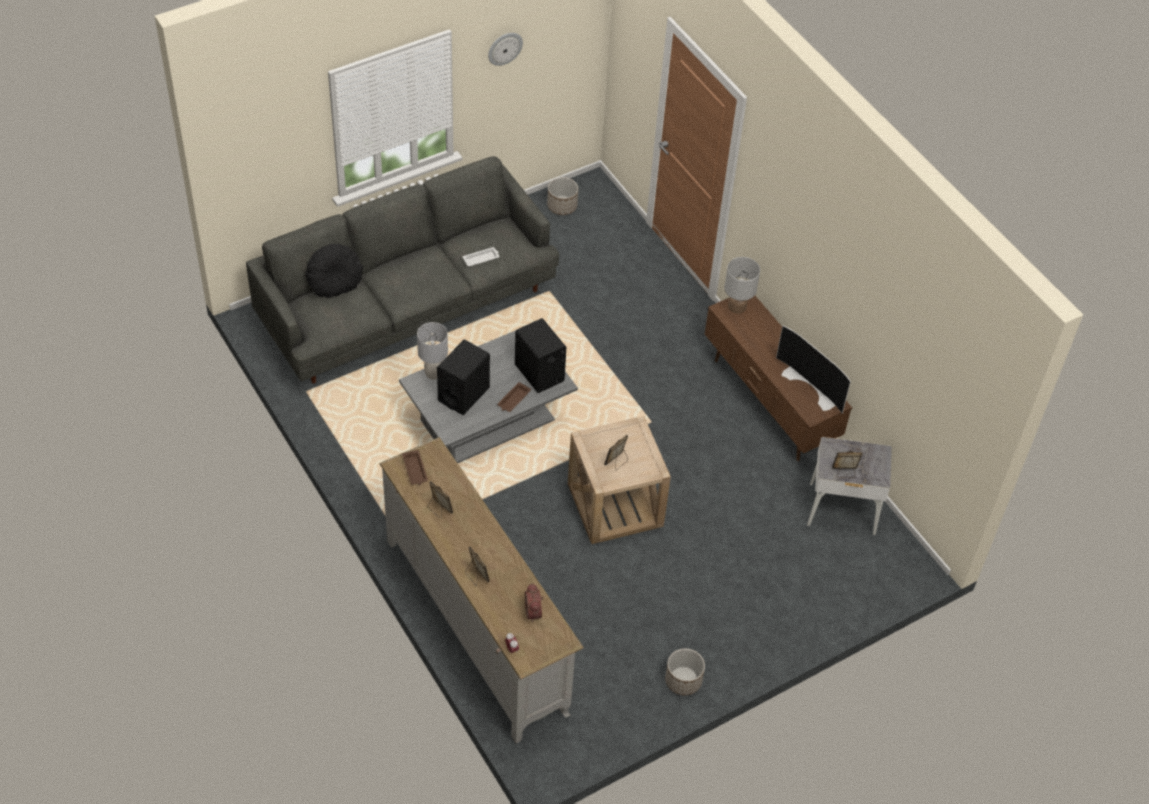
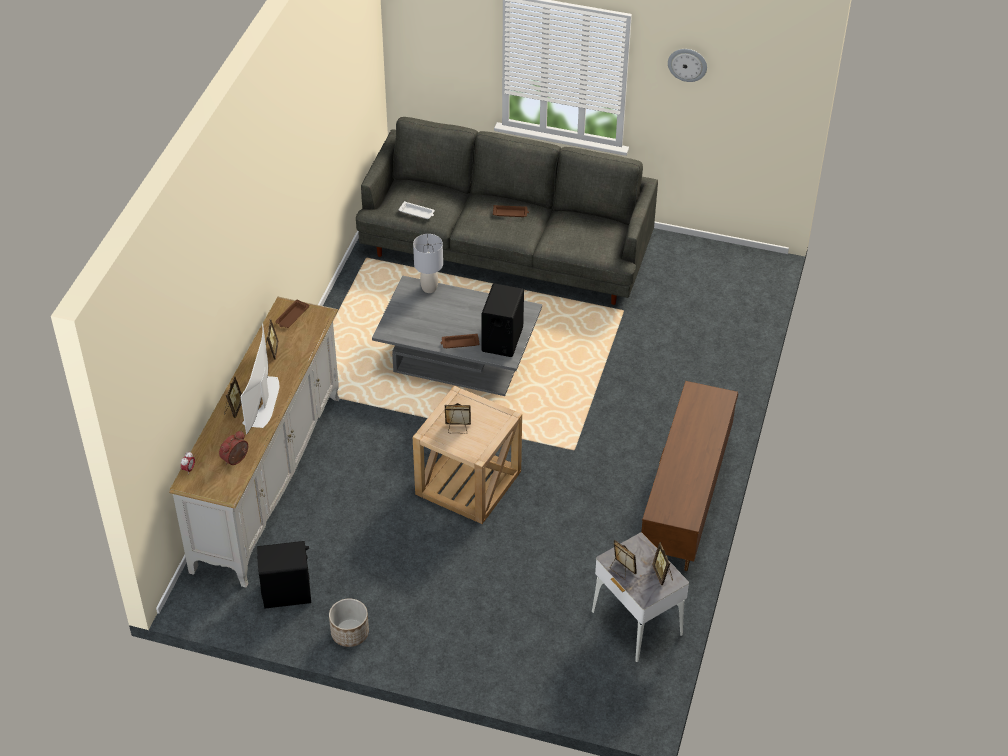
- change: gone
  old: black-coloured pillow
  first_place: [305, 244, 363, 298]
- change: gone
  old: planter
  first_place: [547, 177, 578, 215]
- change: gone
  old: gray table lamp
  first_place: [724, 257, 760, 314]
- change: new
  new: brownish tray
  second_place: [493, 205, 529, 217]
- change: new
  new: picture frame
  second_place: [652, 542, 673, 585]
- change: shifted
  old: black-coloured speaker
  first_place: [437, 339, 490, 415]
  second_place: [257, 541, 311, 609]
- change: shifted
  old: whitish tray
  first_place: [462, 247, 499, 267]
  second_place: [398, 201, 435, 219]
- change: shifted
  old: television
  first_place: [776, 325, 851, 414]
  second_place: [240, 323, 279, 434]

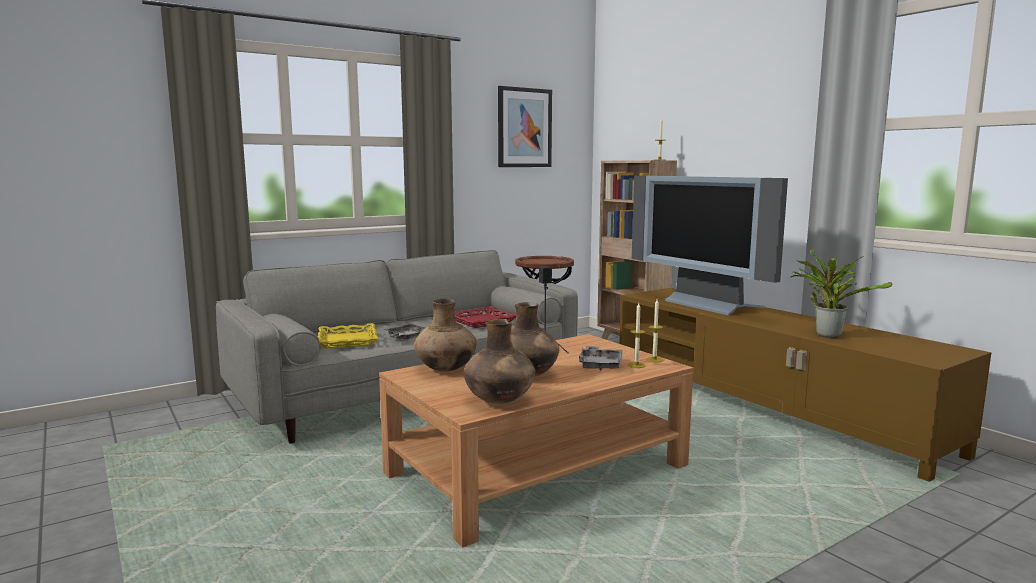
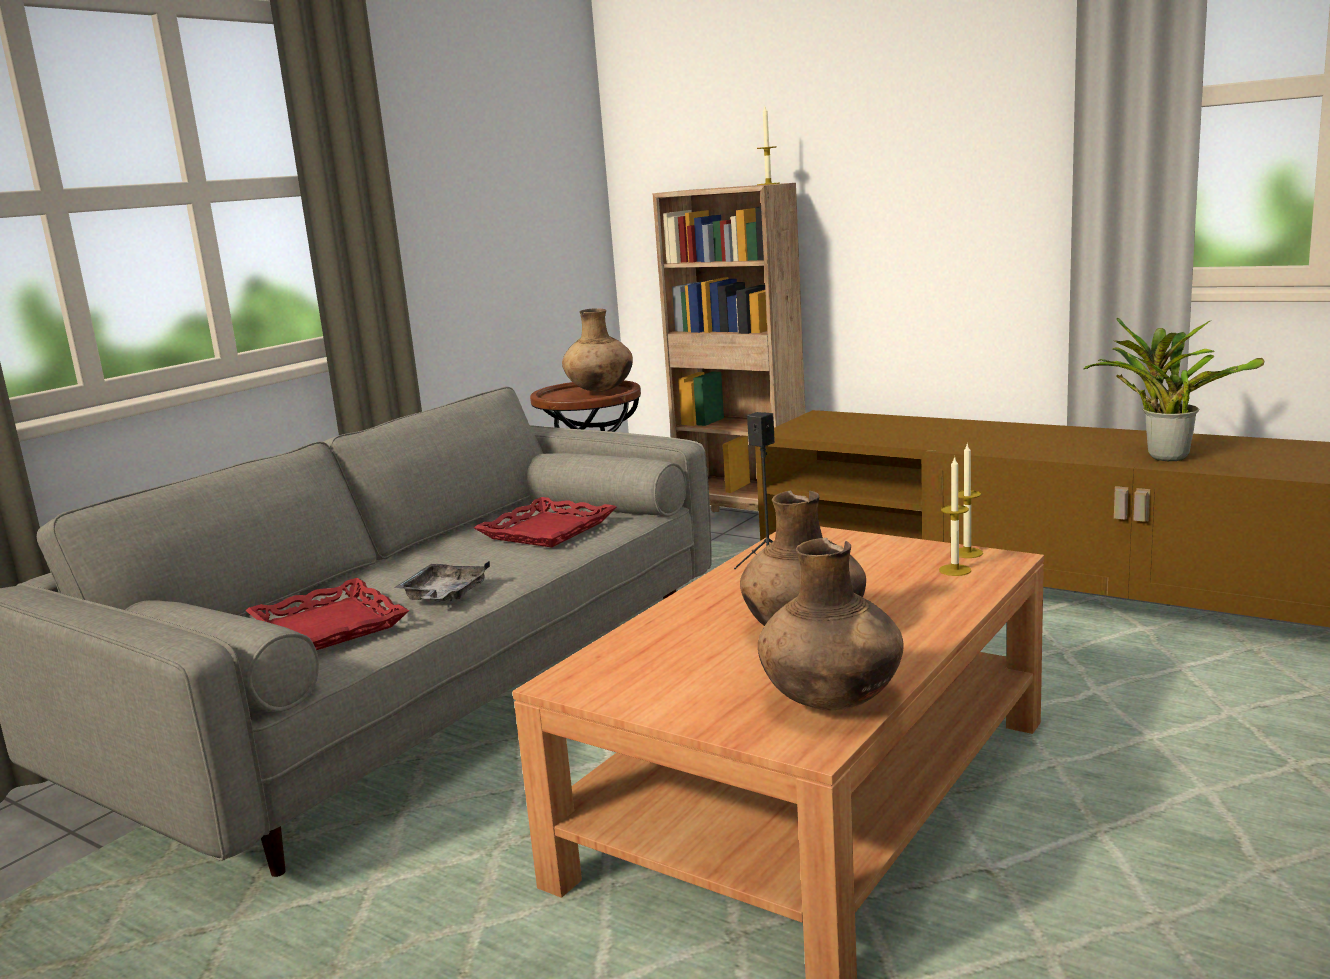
- change: gone
  old: picture
  first_place: [498, 86, 552, 167]
- change: gone
  old: gray tray
  first_place: [579, 346, 623, 371]
- change: gone
  old: television
  first_place: [632, 176, 788, 316]
- change: shifted
  old: brownish decorative vase
  first_place: [414, 299, 476, 371]
  second_place: [562, 308, 633, 392]
- change: repainted
  old: yellow-coloured tray
  new: red-coloured tray
  first_place: [318, 323, 378, 348]
  second_place: [245, 578, 409, 650]

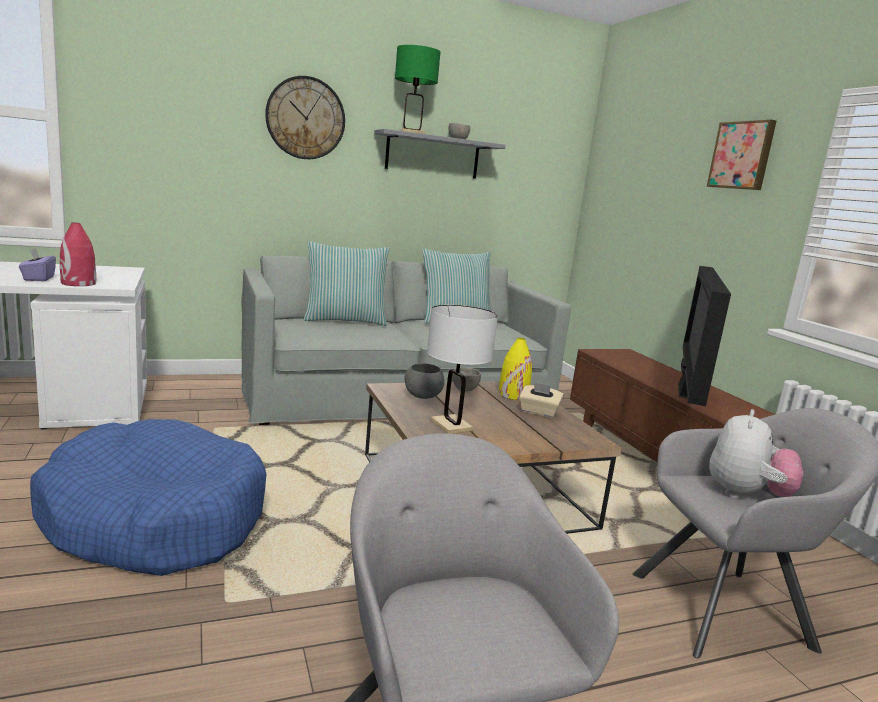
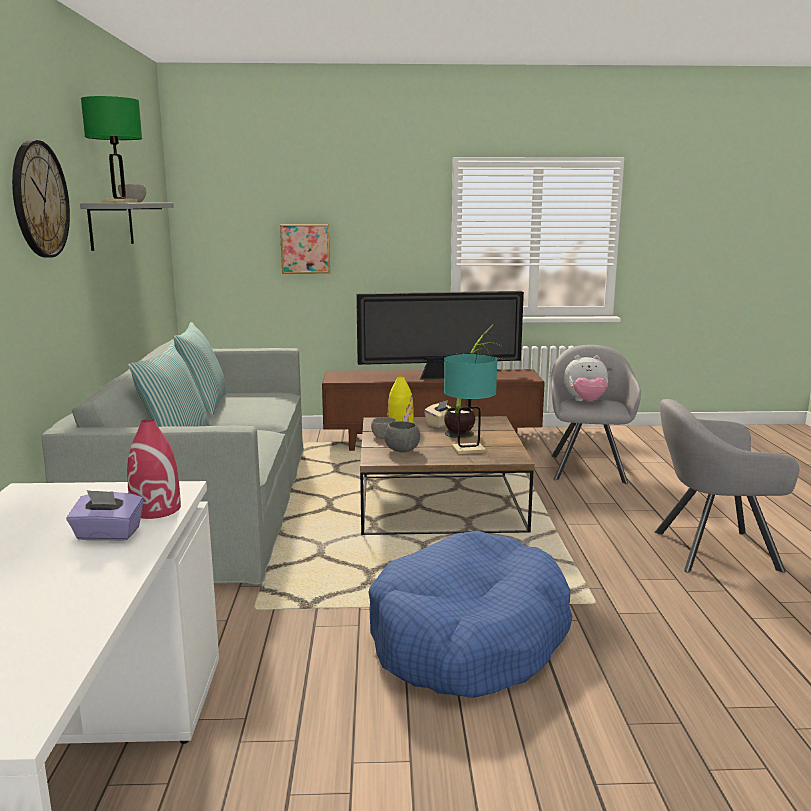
- change: new
  new: plant in a pot
  second_place: [444, 324, 504, 438]
- change: shifted
  old: picture
  first_place: [707, 119, 777, 190]
  second_place: [280, 224, 330, 274]
- change: repainted
  old: whitish table lamp
  new: blue-green table lamp
  first_place: [427, 305, 498, 434]
  second_place: [444, 353, 497, 454]
- change: rotated
  old: television
  first_place: [678, 266, 731, 406]
  second_place: [356, 291, 524, 379]
  degrees: -45
- change: rotated
  old: soft toy
  first_place: [709, 409, 803, 498]
  second_place: [564, 356, 608, 401]
  degrees: 135

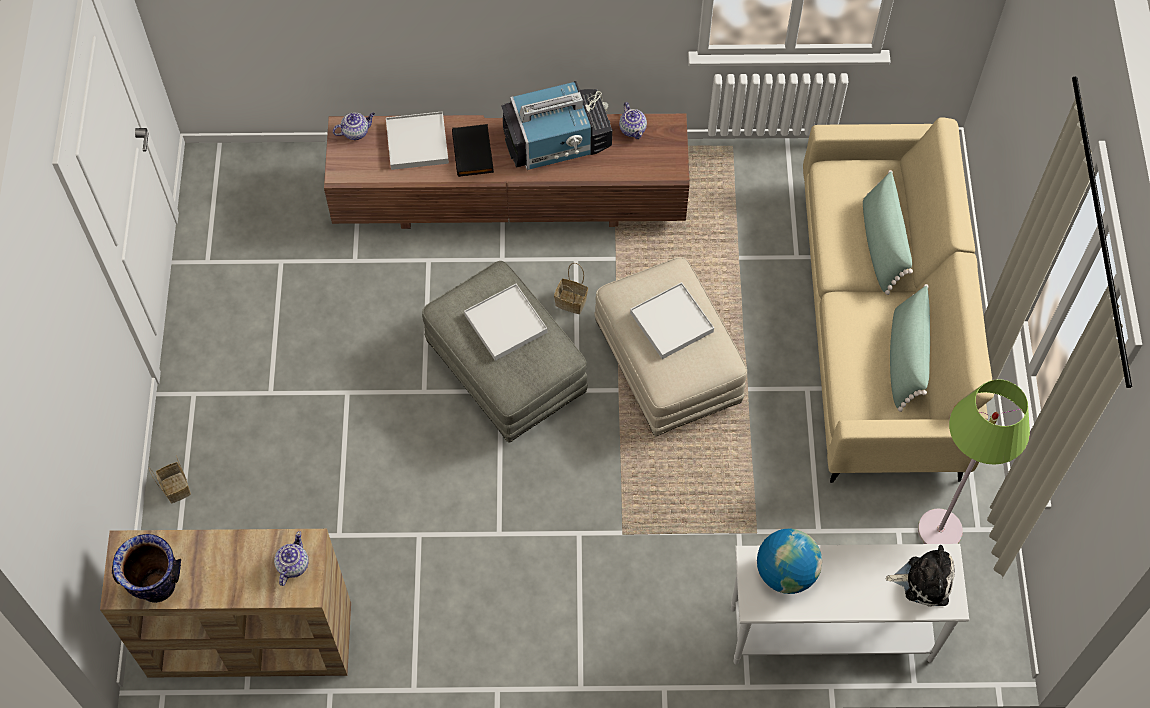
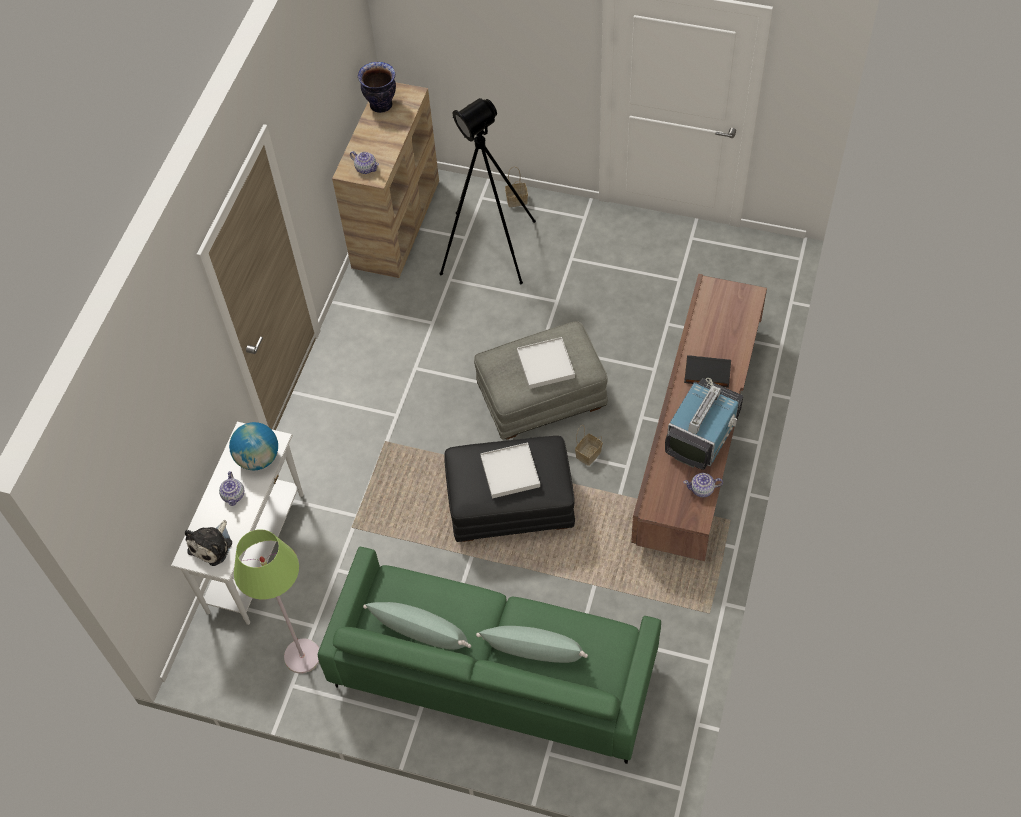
- change: gone
  old: whitish tray
  first_place: [386, 111, 449, 170]
- change: new
  new: black-coloured floor lamp
  second_place: [440, 98, 536, 284]
- change: shifted
  old: pot for tea
  first_place: [333, 112, 375, 140]
  second_place: [219, 471, 244, 506]
- change: repainted
  old: sand-coloured footrest
  new: black-coloured footrest
  first_place: [594, 257, 747, 436]
  second_place: [444, 436, 575, 542]
- change: repainted
  old: sand-coloured sofa
  new: green-coloured sofa
  first_place: [803, 117, 994, 483]
  second_place: [318, 547, 661, 764]
- change: rotated
  old: television
  first_place: [501, 81, 613, 170]
  second_place: [665, 378, 743, 470]
  degrees: -150

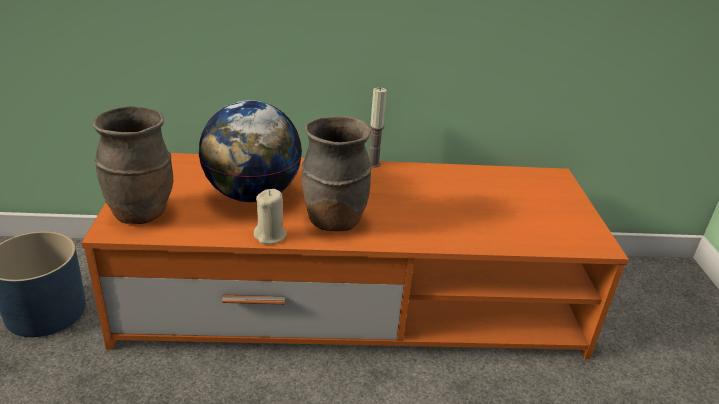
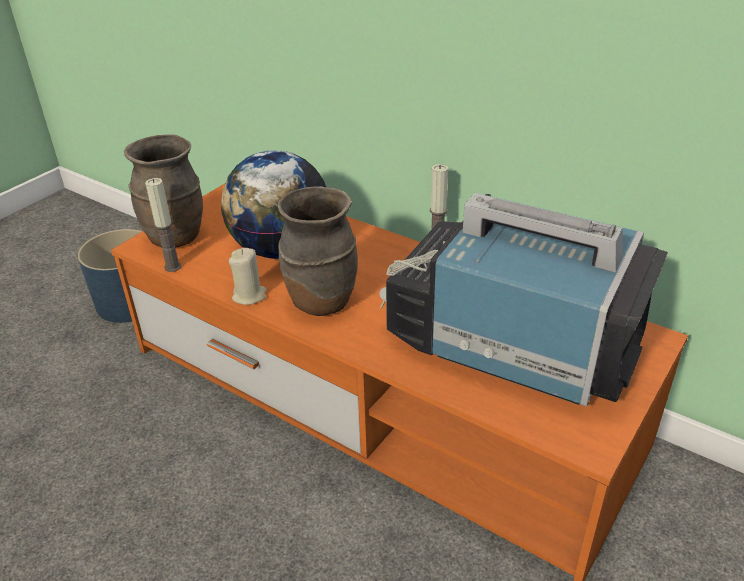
- change: new
  new: wax light
  second_place: [145, 178, 181, 272]
- change: new
  new: television
  second_place: [379, 193, 668, 406]

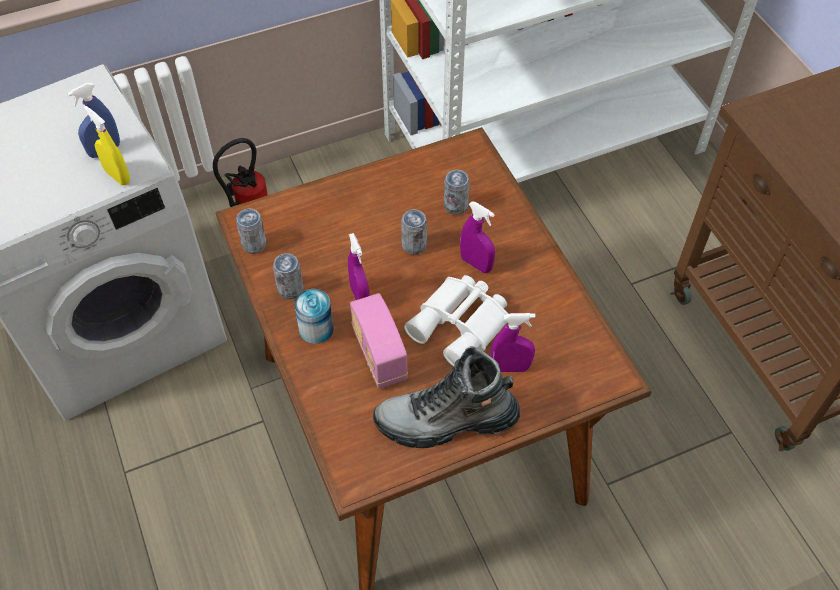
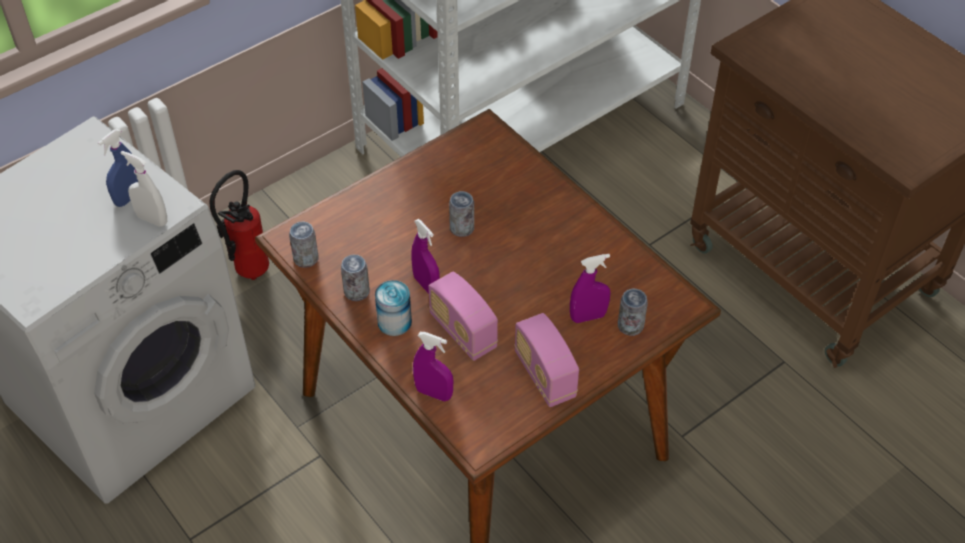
- change: gone
  old: whitish field glasses
  first_place: [404, 275, 508, 367]
- change: shifted
  old: metal can
  first_place: [444, 170, 470, 215]
  second_place: [618, 289, 648, 336]
- change: shifted
  old: purple-coloured sprayer
  first_place: [460, 201, 495, 273]
  second_place: [413, 332, 453, 401]
- change: swapped
  old: boot
  new: radio set
  first_place: [373, 346, 520, 448]
  second_place: [514, 313, 579, 407]
- change: repainted
  old: yellow-coloured sprayer
  new: whitish sprayer
  first_place: [84, 106, 130, 185]
  second_place: [121, 151, 167, 227]

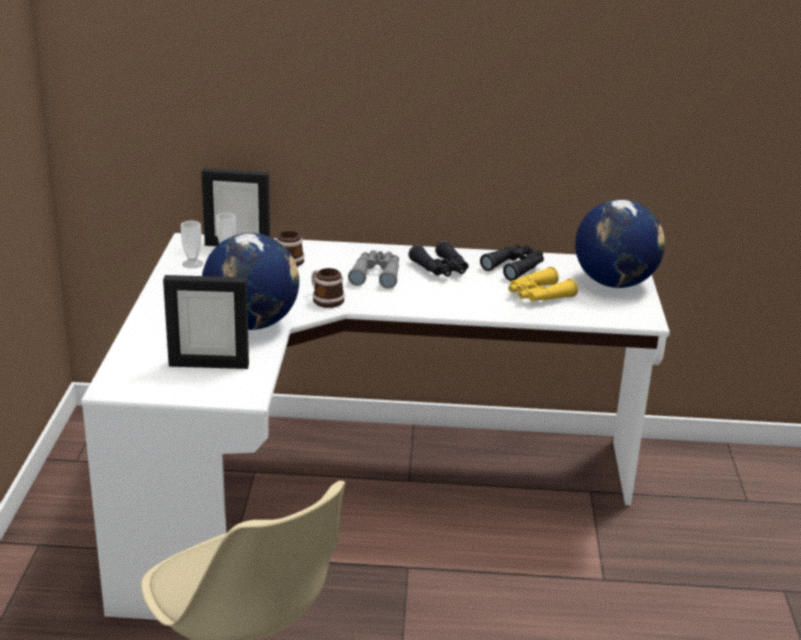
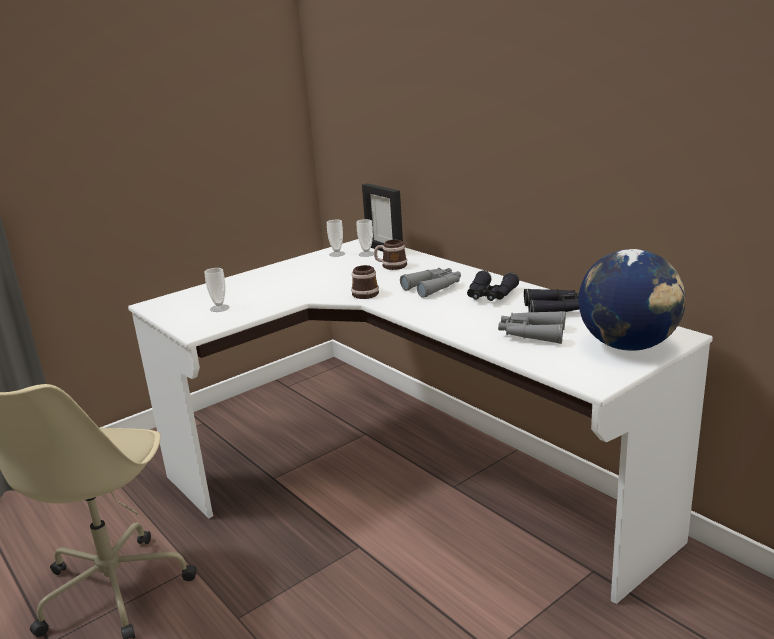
- change: gone
  old: globe
  first_place: [202, 233, 299, 330]
- change: swapped
  old: picture frame
  new: small cup
  first_place: [163, 275, 249, 369]
  second_place: [204, 268, 230, 312]
- change: repainted
  old: yellow-coloured field glasses
  new: gray field glasses
  first_place: [508, 267, 578, 302]
  second_place: [498, 311, 566, 344]

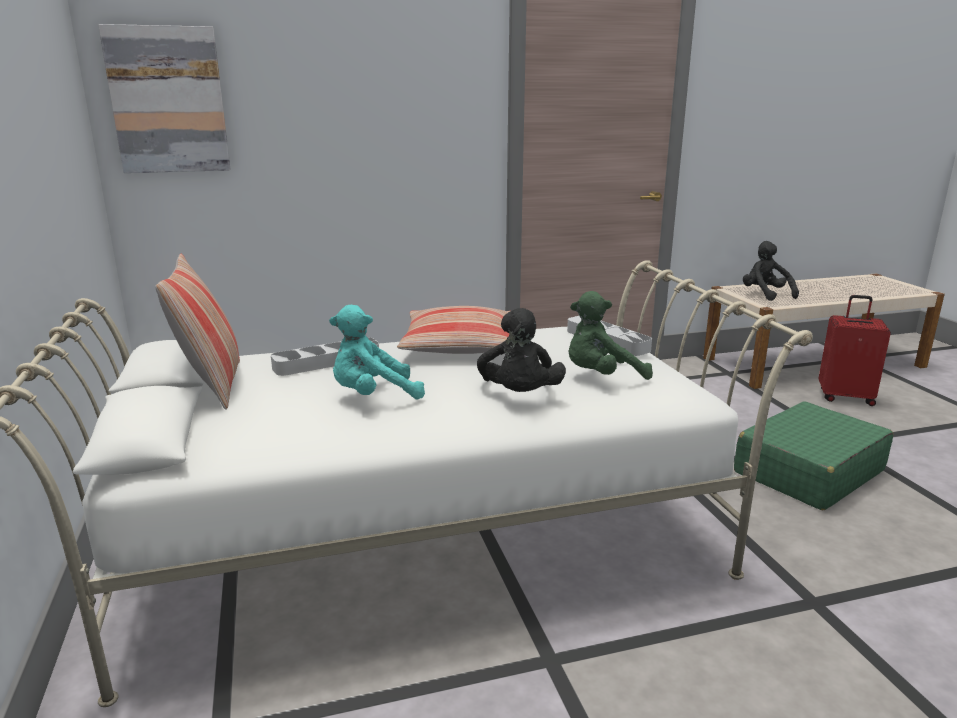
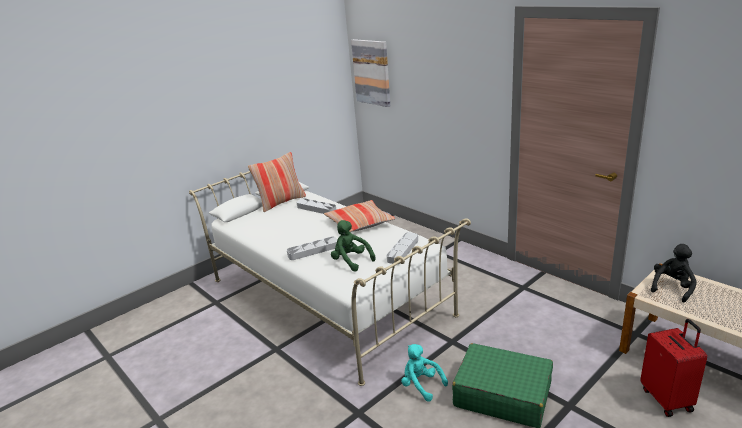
- change: shifted
  old: blue-green soft toy
  first_place: [329, 305, 425, 399]
  second_place: [401, 344, 448, 402]
- change: swapped
  old: black-coloured soft toy
  new: gray tray
  first_place: [477, 308, 566, 392]
  second_place: [287, 237, 337, 260]

